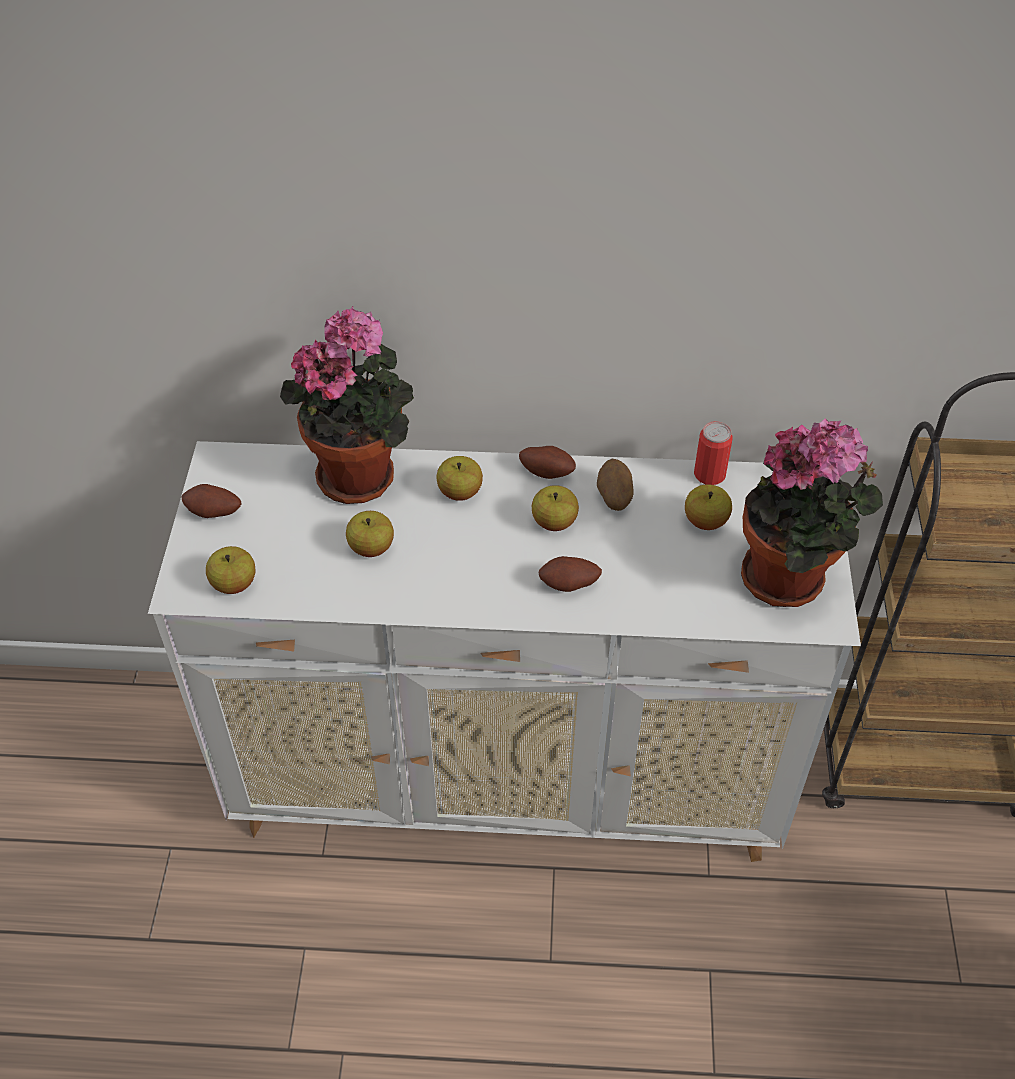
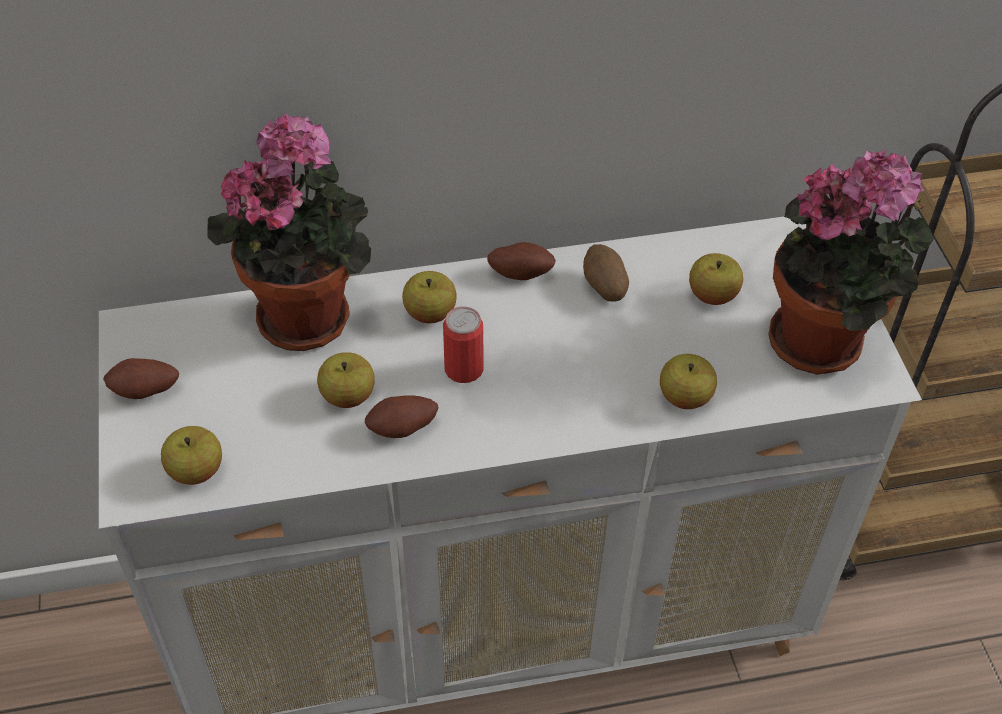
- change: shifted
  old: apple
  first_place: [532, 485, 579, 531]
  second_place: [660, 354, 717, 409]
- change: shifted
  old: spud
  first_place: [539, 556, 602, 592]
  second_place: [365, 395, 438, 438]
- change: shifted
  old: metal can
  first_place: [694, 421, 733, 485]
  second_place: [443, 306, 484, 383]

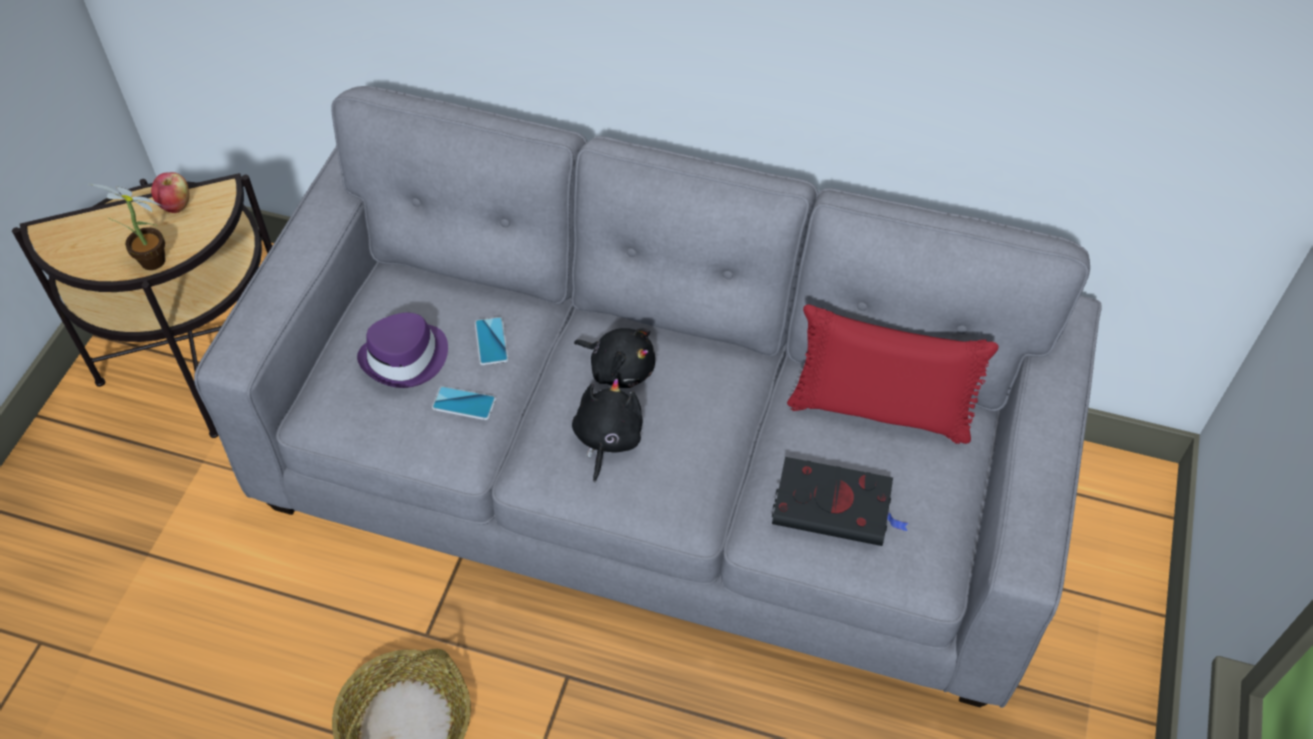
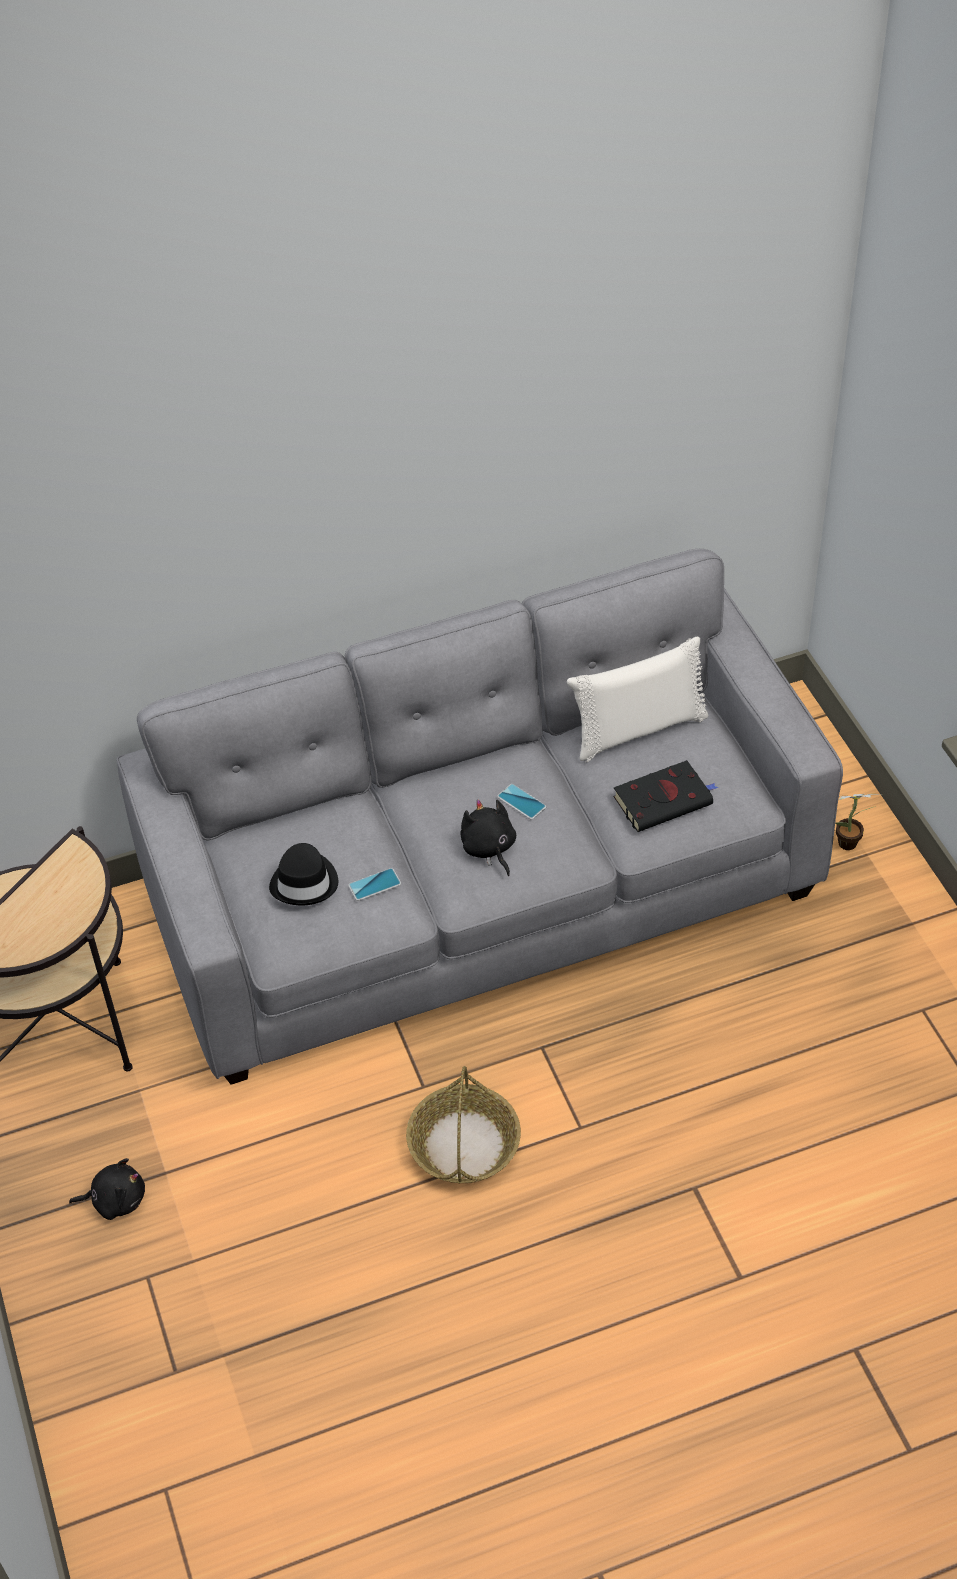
- change: gone
  old: apple
  first_place: [151, 172, 190, 213]
- change: shifted
  old: plant in a pot
  first_place: [89, 184, 165, 270]
  second_place: [835, 794, 882, 850]
- change: shifted
  old: phone
  first_place: [475, 317, 509, 365]
  second_place: [497, 784, 546, 820]
- change: shifted
  old: black-coloured soft toy
  first_place: [574, 328, 655, 388]
  second_place: [69, 1158, 145, 1220]
- change: repainted
  old: purple-coloured clothing hat
  new: black-coloured clothing hat
  first_place: [357, 313, 448, 388]
  second_place: [269, 843, 338, 906]
- change: repainted
  old: red-coloured pillow
  new: whitish pillow
  first_place: [787, 304, 999, 444]
  second_place: [567, 637, 708, 762]

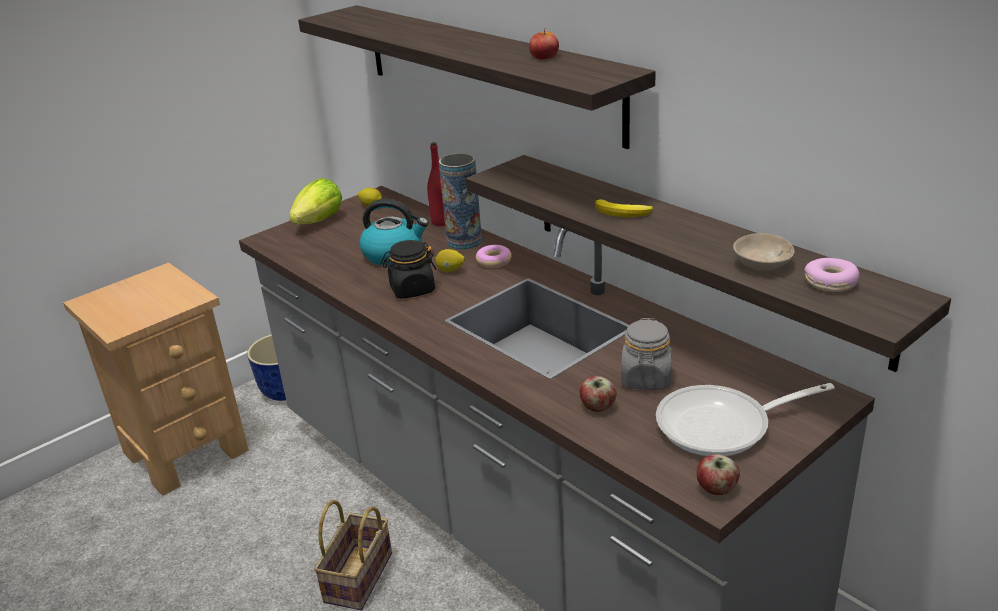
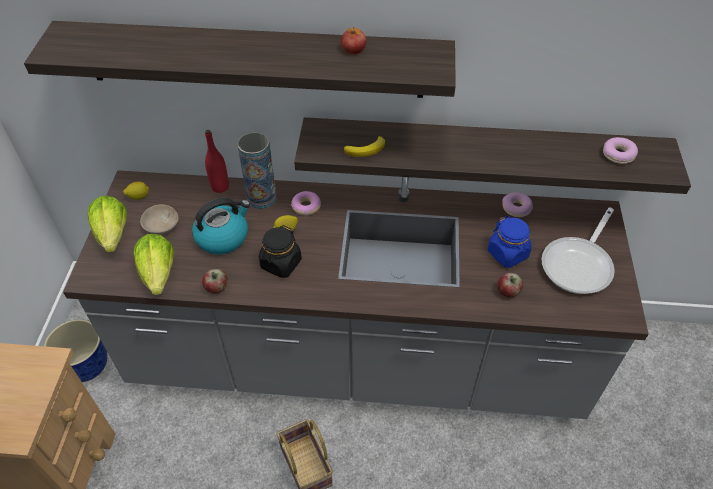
- change: new
  new: lettuce
  second_place: [134, 234, 174, 295]
- change: new
  new: doughnut
  second_place: [502, 192, 533, 217]
- change: shifted
  old: whole banana
  first_place: [595, 199, 653, 217]
  second_place: [344, 136, 385, 157]
- change: shifted
  old: apple
  first_place: [697, 454, 740, 495]
  second_place: [202, 269, 228, 294]
- change: shifted
  old: sand-coloured deep dish
  first_place: [733, 233, 795, 271]
  second_place: [140, 204, 179, 235]
- change: repainted
  old: gray storage jar
  new: bluish storage jar
  first_place: [621, 318, 672, 390]
  second_place: [488, 216, 532, 268]

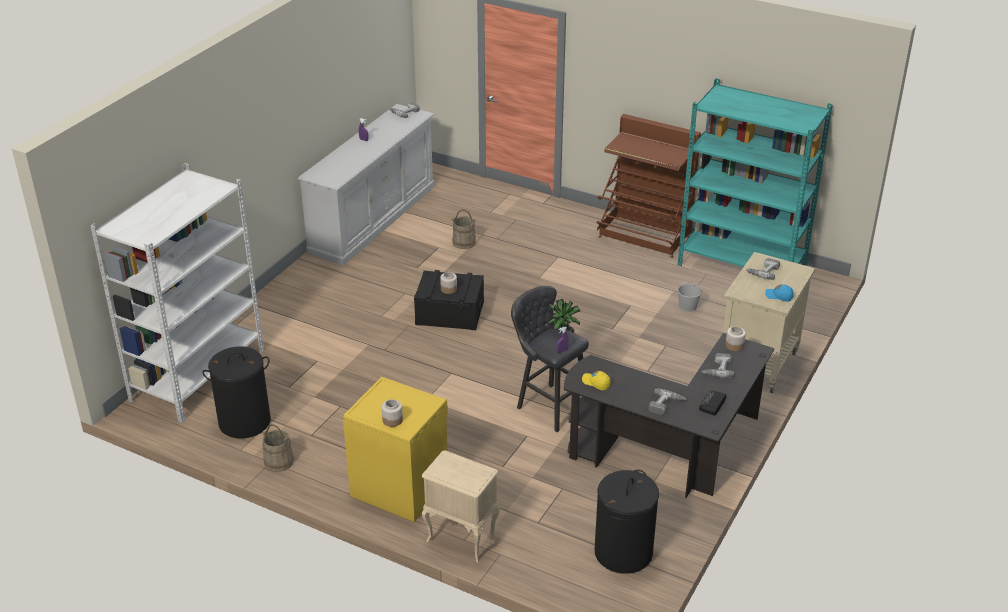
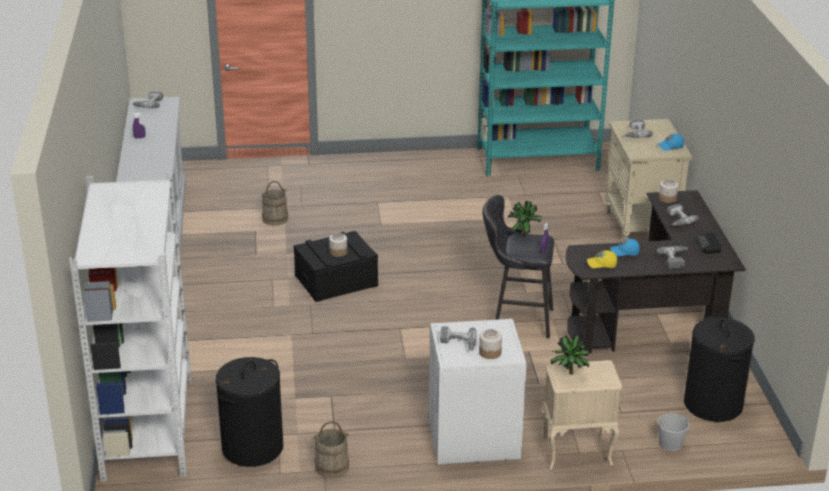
- change: gone
  old: brownish shoe shelf
  first_place: [596, 114, 701, 258]
- change: new
  new: power drill
  second_place: [440, 326, 477, 351]
- change: new
  new: plant in a pot
  second_place: [551, 335, 590, 375]
- change: new
  new: bluish peaked cap
  second_place: [610, 238, 640, 257]
- change: shifted
  old: whitish water bucket
  first_place: [678, 281, 702, 312]
  second_place: [657, 410, 689, 451]
- change: repainted
  old: yellow-coloured laundry appliance
  new: whitish laundry appliance
  first_place: [343, 376, 448, 522]
  second_place: [429, 319, 527, 465]

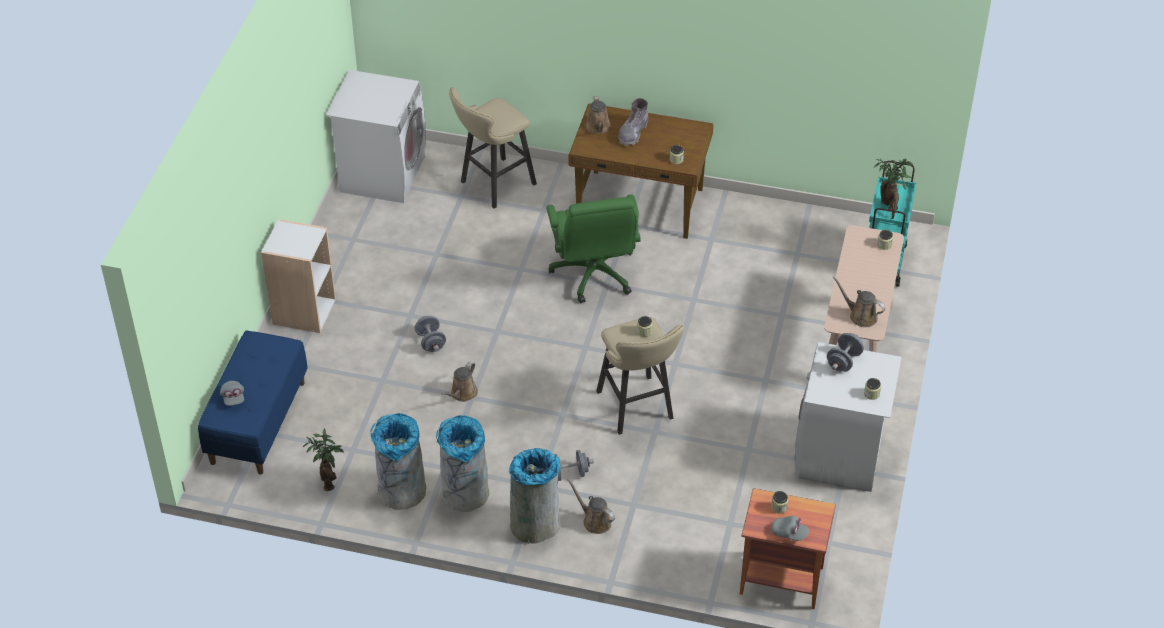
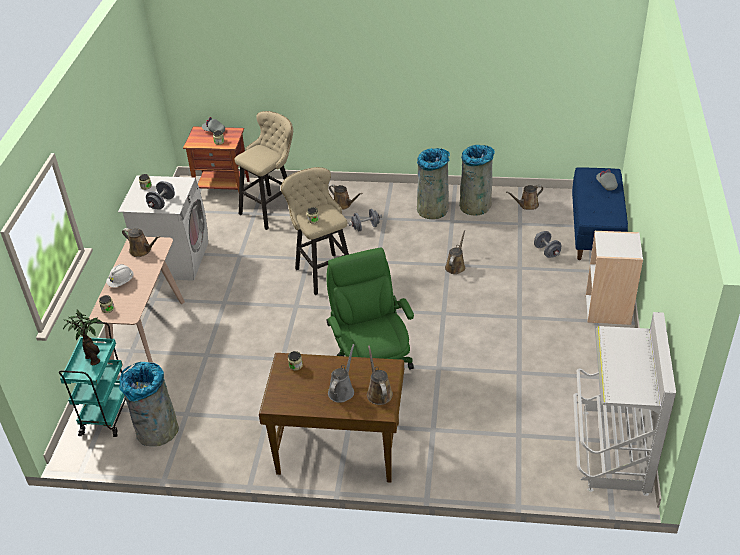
- change: new
  new: whitish work helmet
  second_place: [106, 264, 133, 288]
- change: shifted
  old: gray free weight
  first_place: [415, 316, 446, 352]
  second_place: [534, 231, 561, 258]
- change: shifted
  old: sand-coloured sitting stool
  first_place: [449, 87, 537, 209]
  second_place: [235, 111, 293, 230]
- change: shifted
  old: gray waste bin
  first_place: [509, 448, 560, 544]
  second_place: [119, 362, 179, 446]
- change: swapped
  old: plant in a pot
  new: brownish watering pot
  first_place: [303, 428, 344, 491]
  second_place: [506, 185, 543, 210]
- change: swapped
  old: whitish laundry appliance
  new: whitish shoe shelf
  first_place: [326, 70, 425, 203]
  second_place: [573, 312, 676, 496]
- change: swapped
  old: gray boot
  new: gray watering pot
  first_place: [618, 98, 648, 146]
  second_place: [328, 344, 355, 403]

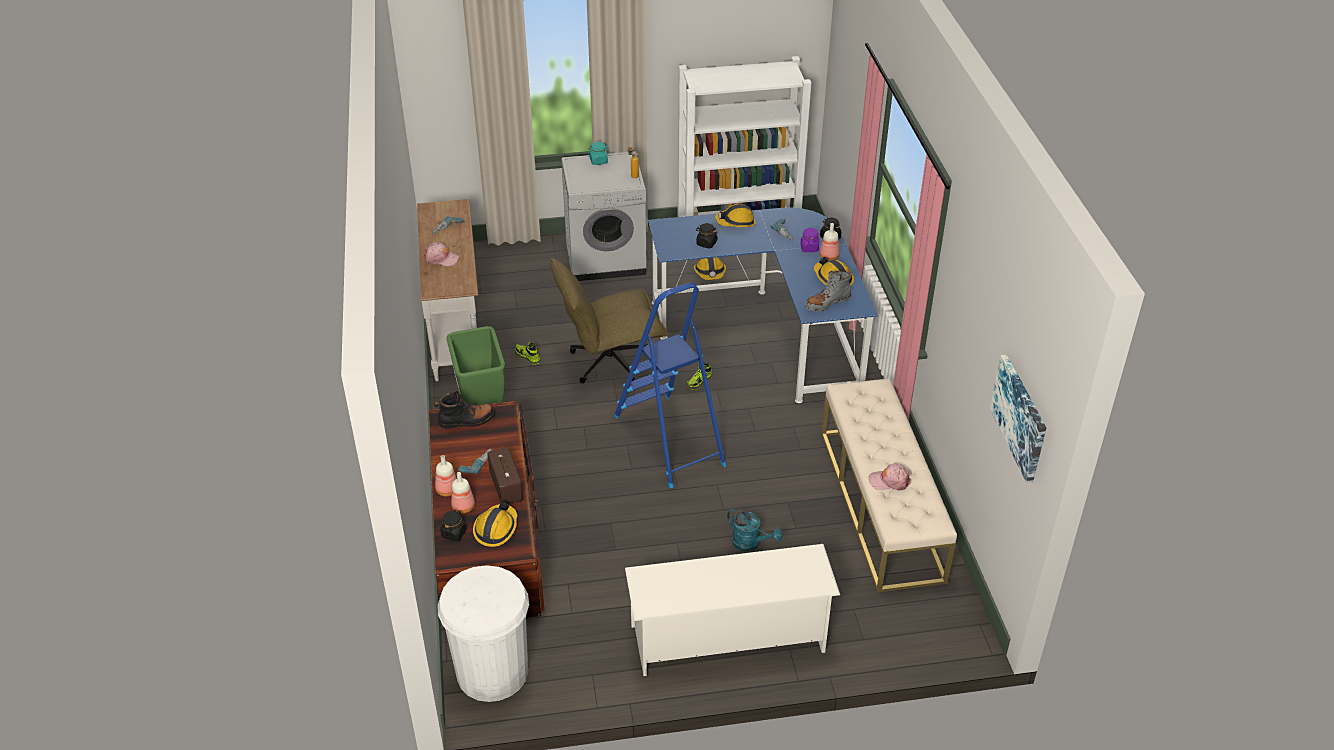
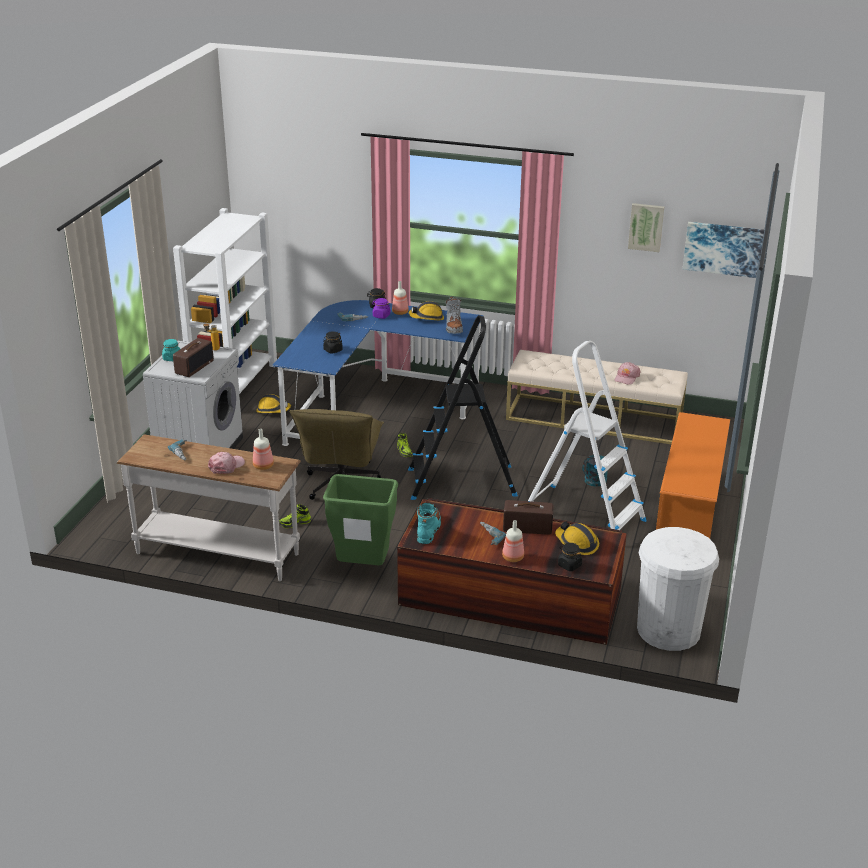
- change: gone
  old: work helmet
  first_place: [715, 203, 756, 227]
- change: new
  new: radio set
  second_place: [173, 338, 214, 377]
- change: new
  new: whitish step stool
  second_place: [528, 341, 647, 530]
- change: new
  new: picture
  second_place: [628, 203, 664, 252]
- change: shifted
  old: drink bottle
  first_place: [451, 472, 475, 514]
  second_place: [253, 429, 274, 470]
- change: repainted
  old: black-coloured boot
  new: blue-green boot
  first_place: [434, 391, 495, 429]
  second_place: [417, 503, 441, 544]
- change: repainted
  old: bluish step stool
  new: black-coloured step stool
  first_place: [614, 283, 726, 488]
  second_place: [408, 315, 518, 500]
- change: repainted
  old: whitish shoe shelf
  new: orange shoe shelf
  first_place: [625, 544, 840, 676]
  second_place: [656, 412, 730, 539]

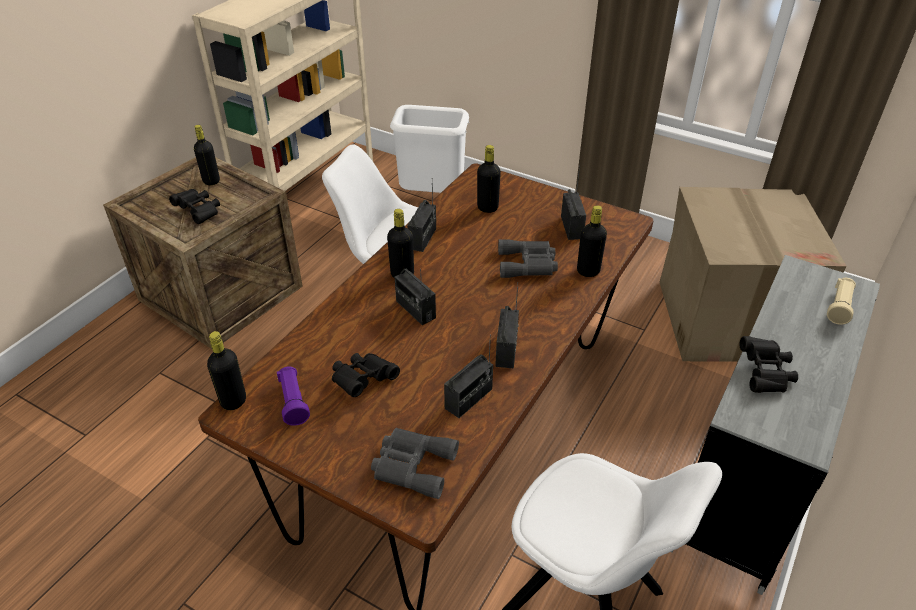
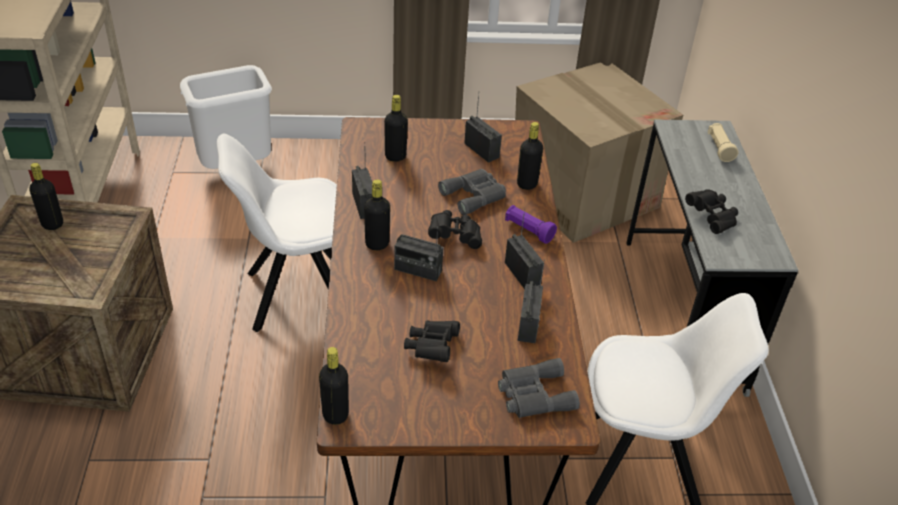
- change: shifted
  old: black-coloured field glasses
  first_place: [169, 189, 220, 224]
  second_place: [428, 210, 482, 249]
- change: shifted
  old: purple-coloured torch
  first_place: [277, 366, 310, 426]
  second_place: [505, 205, 557, 244]

